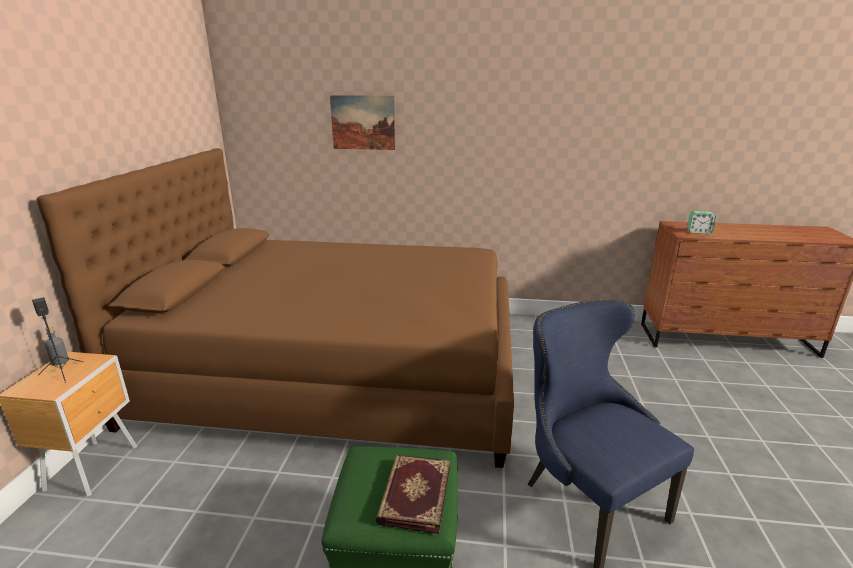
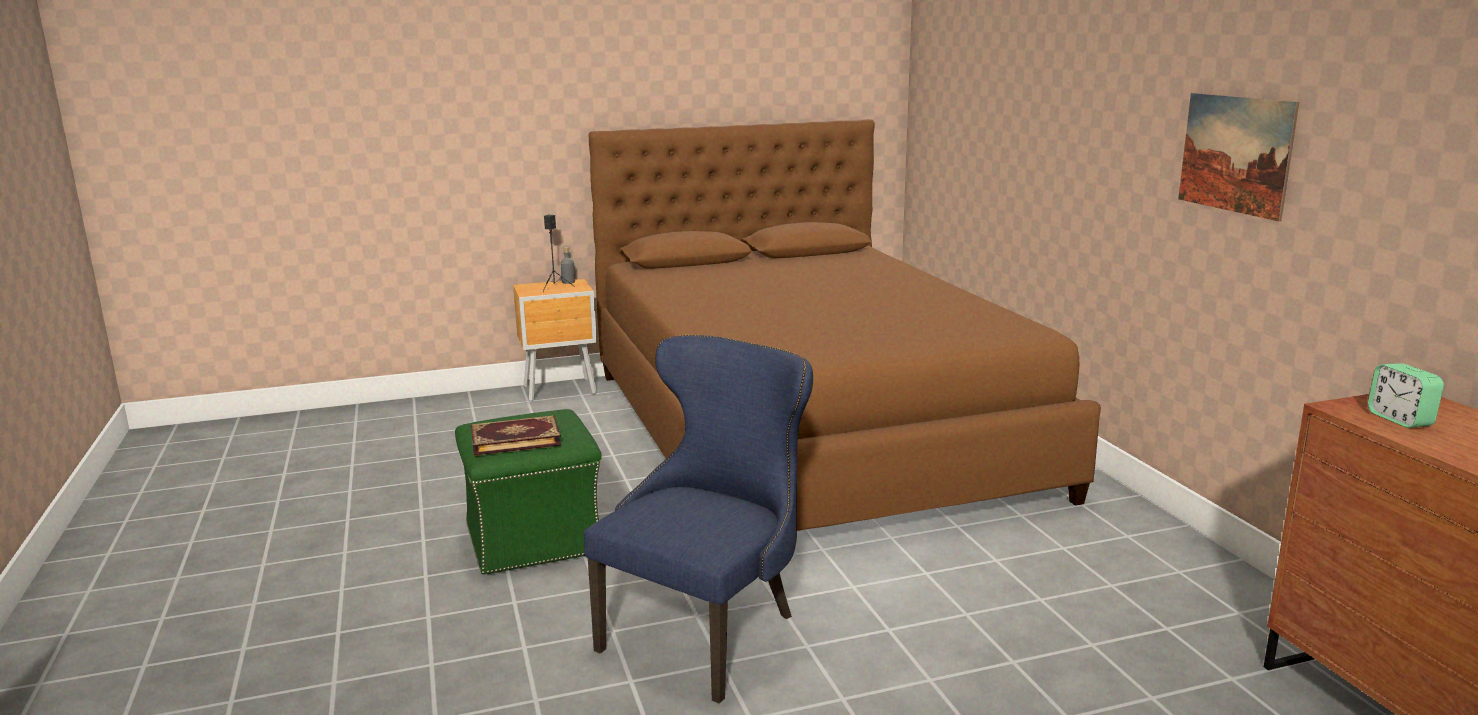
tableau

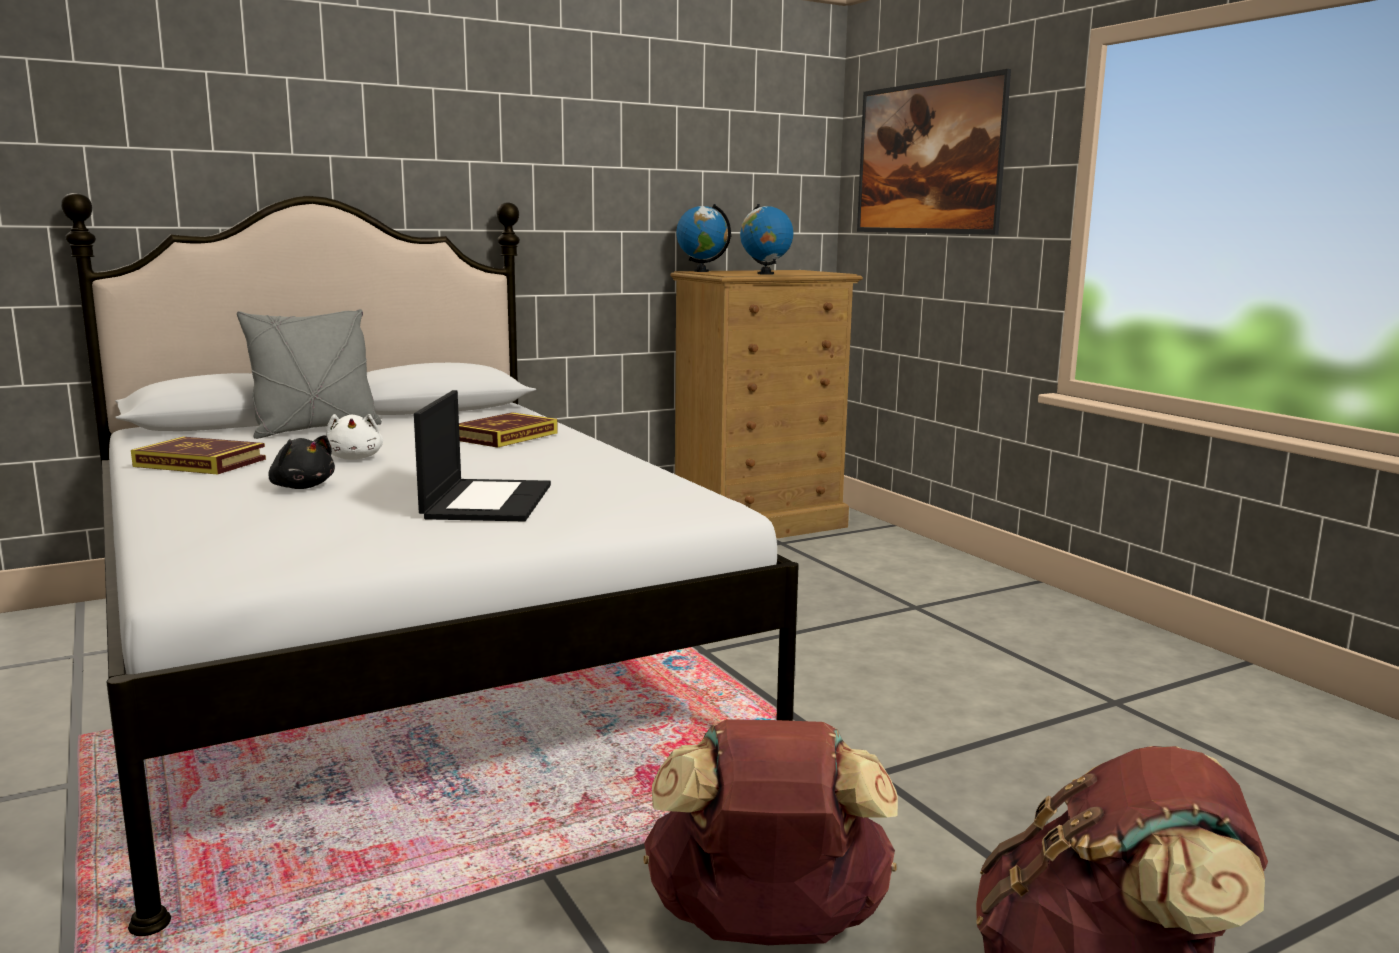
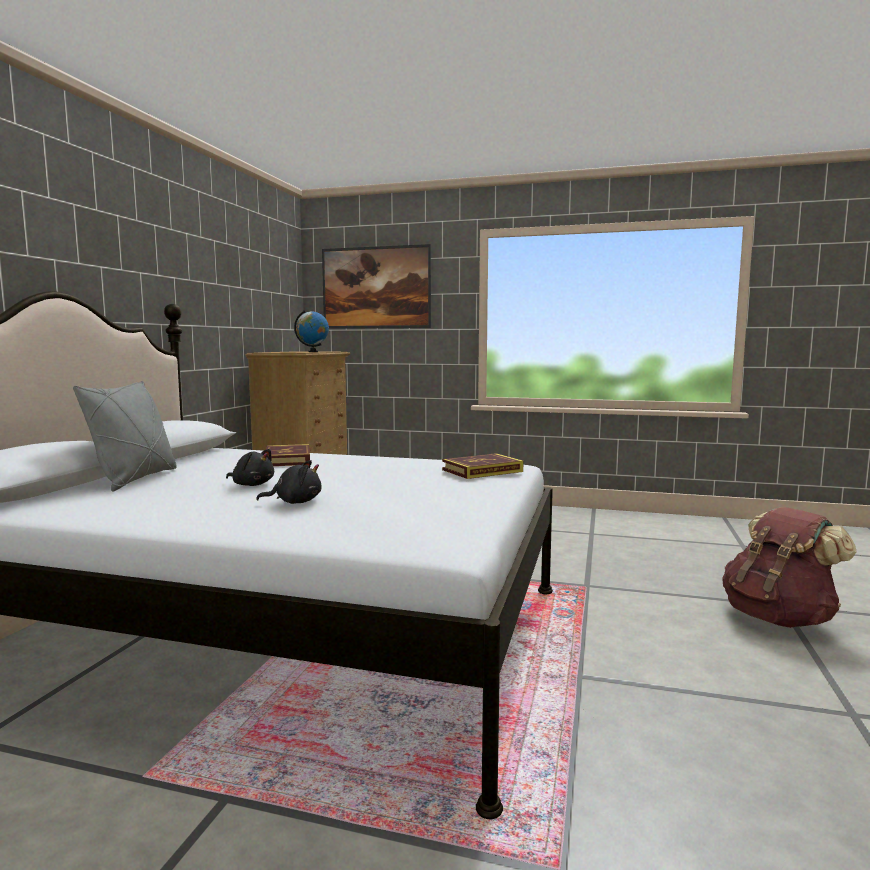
globe (no. 1 from left in the first image)
ordinateur portable
peluche (noir) (no. 1 from left)
livre (no. 2 from left)
sac à dos (marron) (no. 1 from left in the first image)

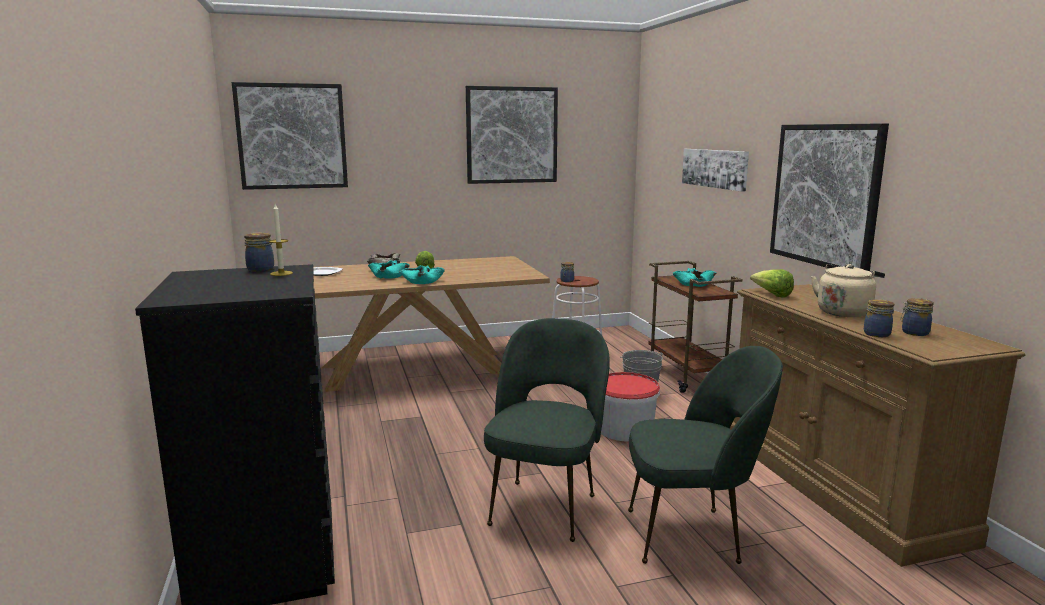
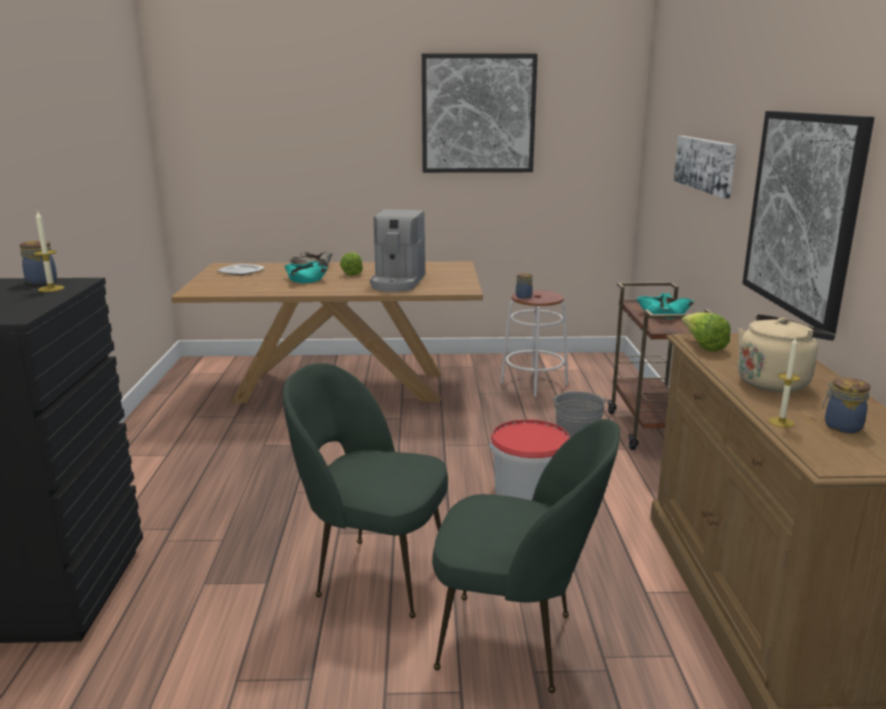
tableau (no. 1 from left in the first image)
bol (turquoise) (no. 2 from left in the first image)
bougie (no. 2 from left)
chaise (vert) (no. 1 from left)
machine à café

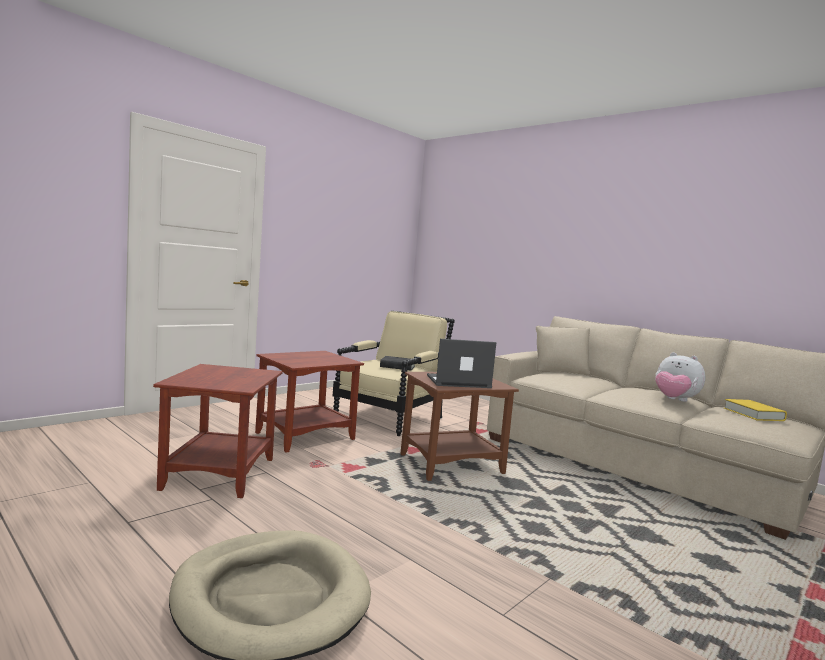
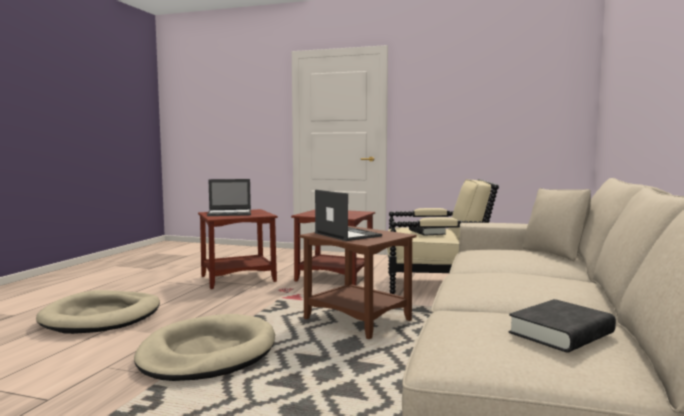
peluche
livre (noir) (no. 2 from left)
ordinateur portable (no. 1 from left)
panier pour chien (beige) (no. 2 from left)

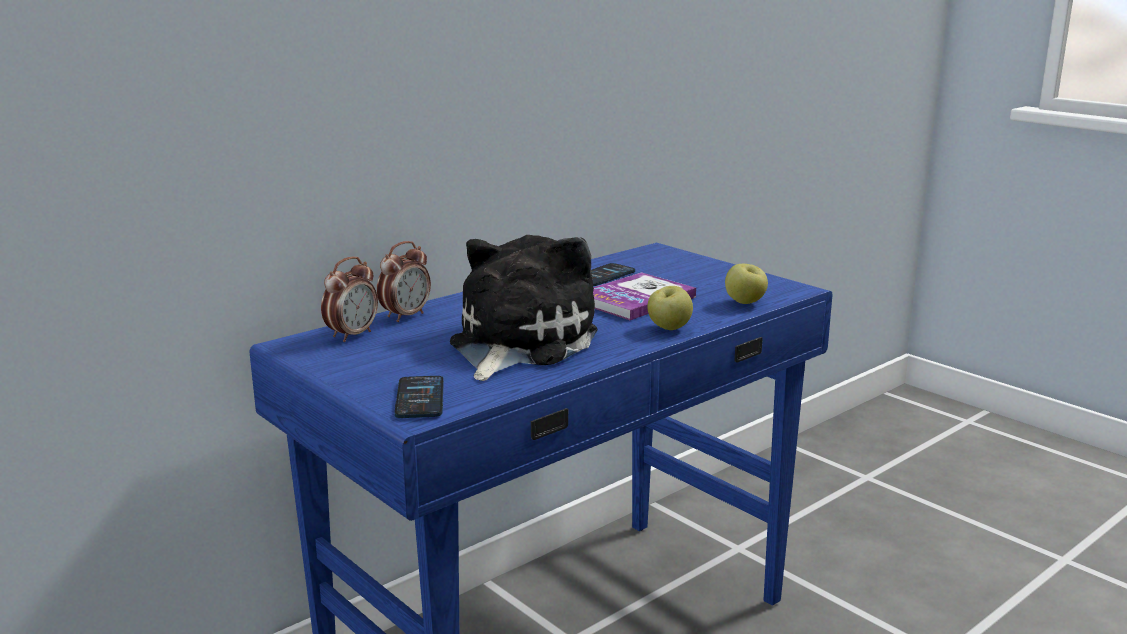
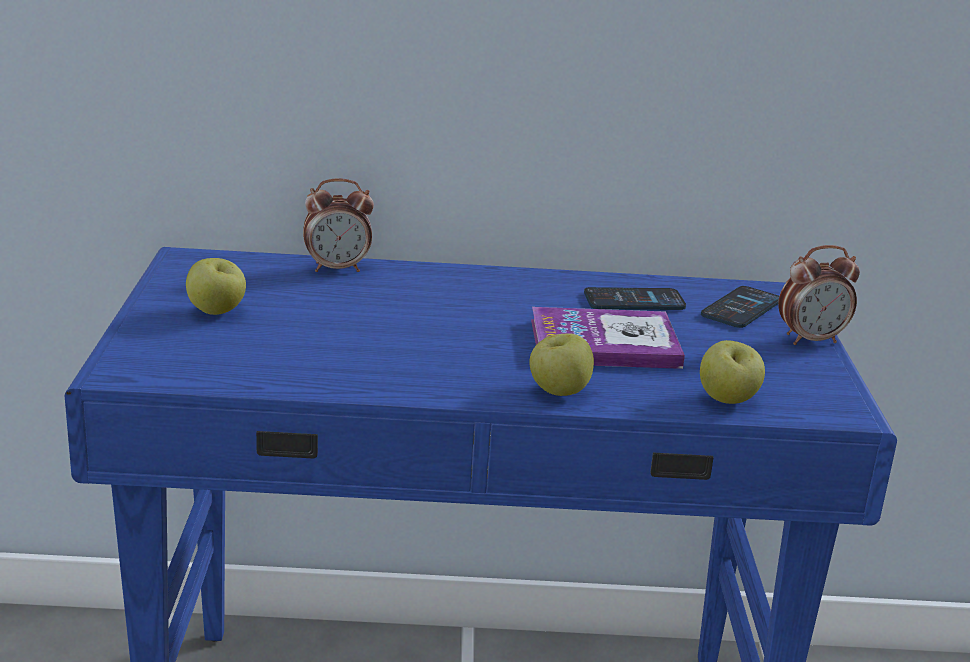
peluche
réveil (no. 2 from left)
téléphone (no. 2 from left)
pomme (no. 1 from left)

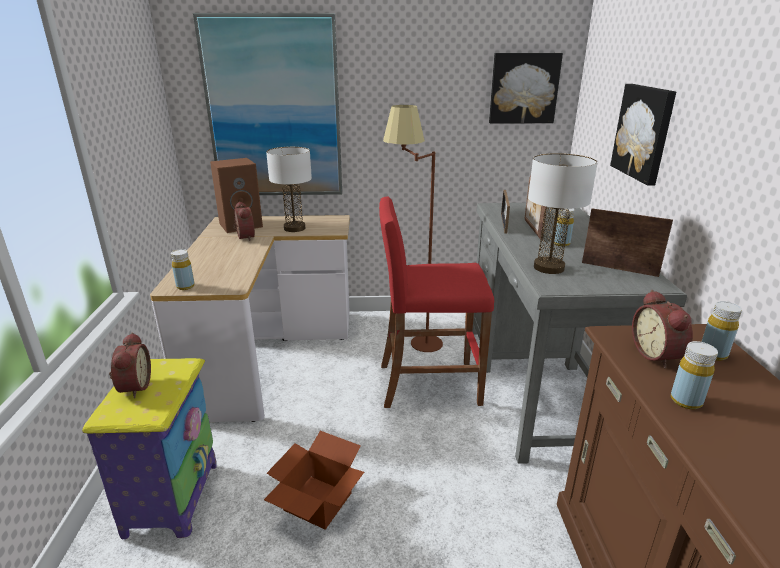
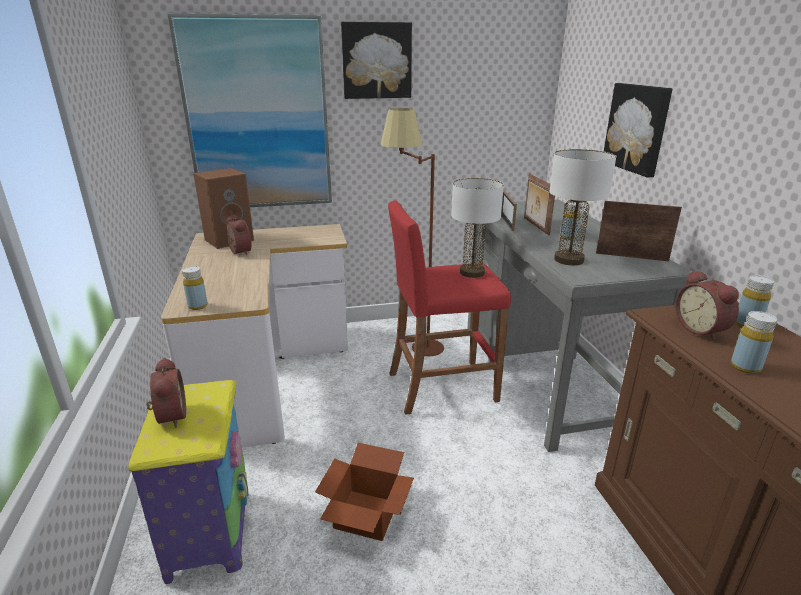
tableau (no. 2 from left)
lampe de table (no. 1 from left)

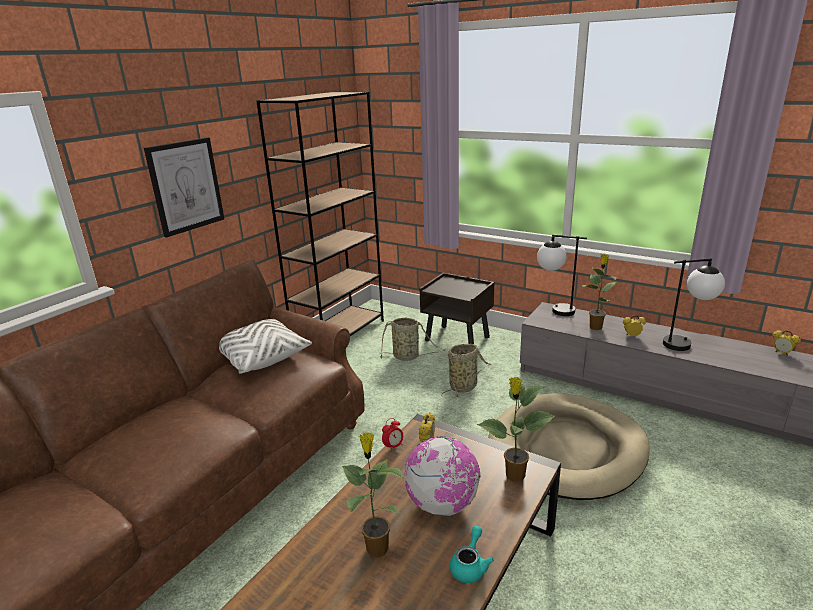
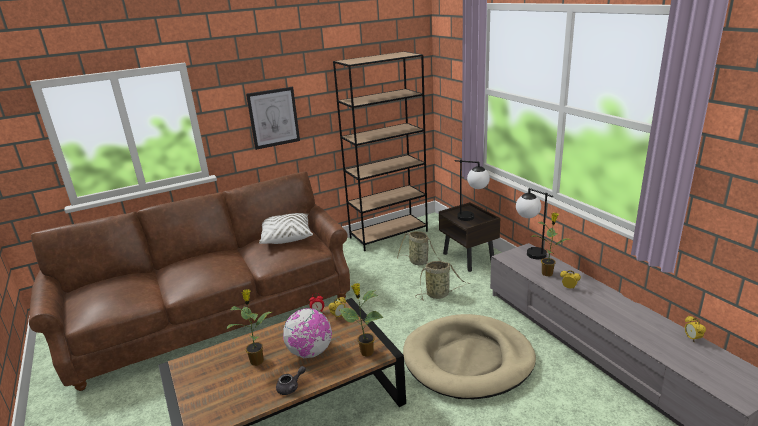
lampe de table (no. 1 from left)
théière (gris)

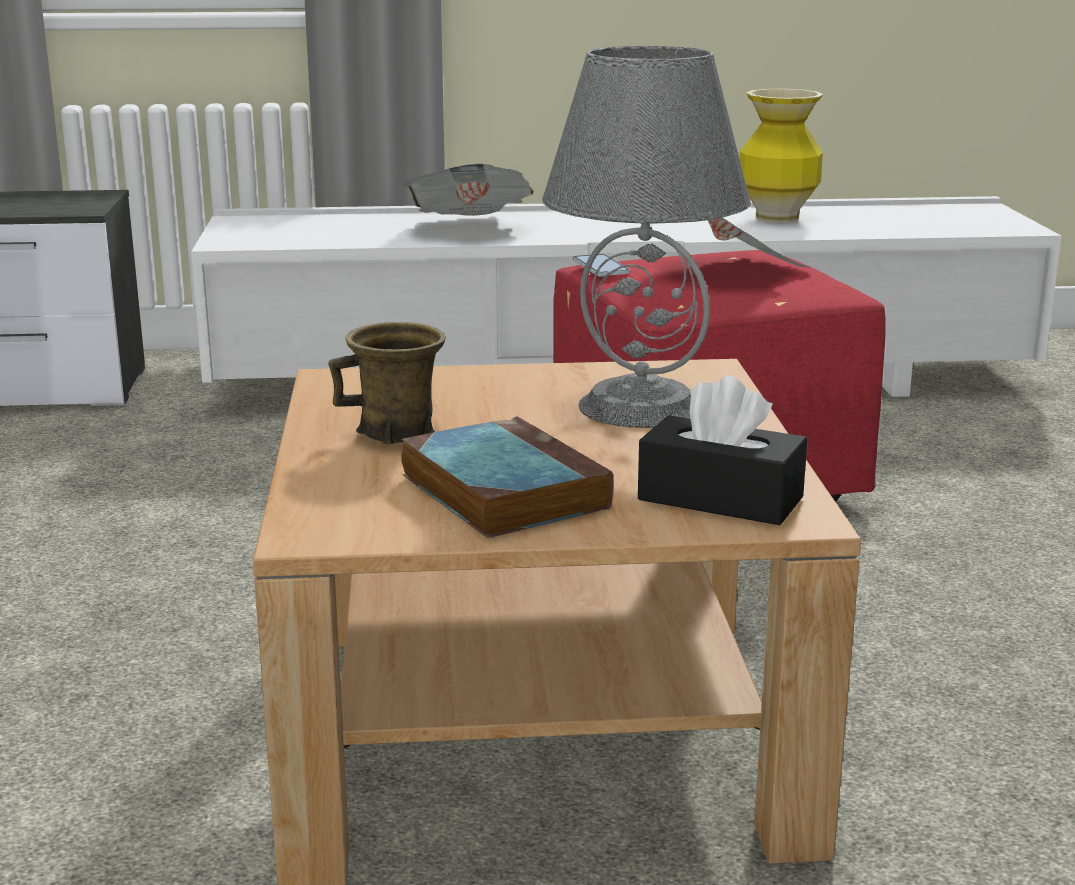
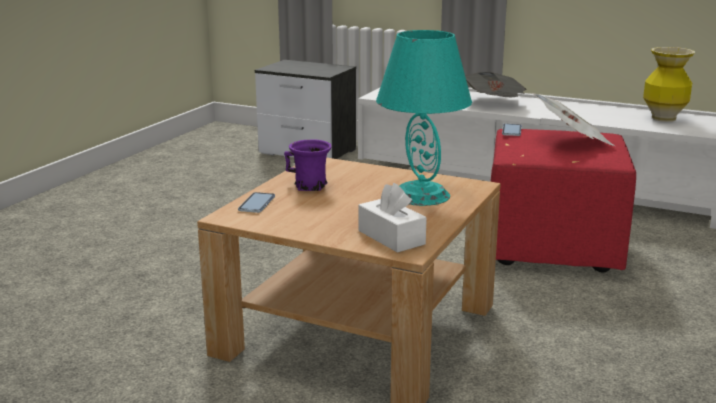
lampe de table (turquoise)
mug (violet)
boîte à mouchoirs (blanc)
livre
téléphone (no. 1 from left)

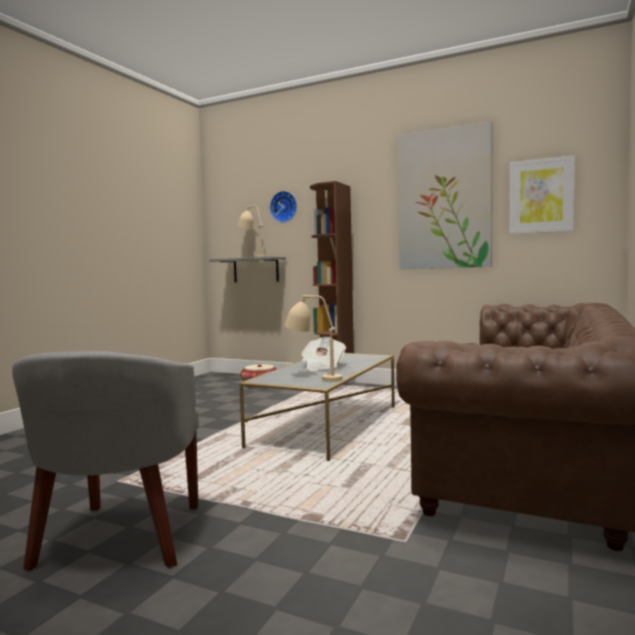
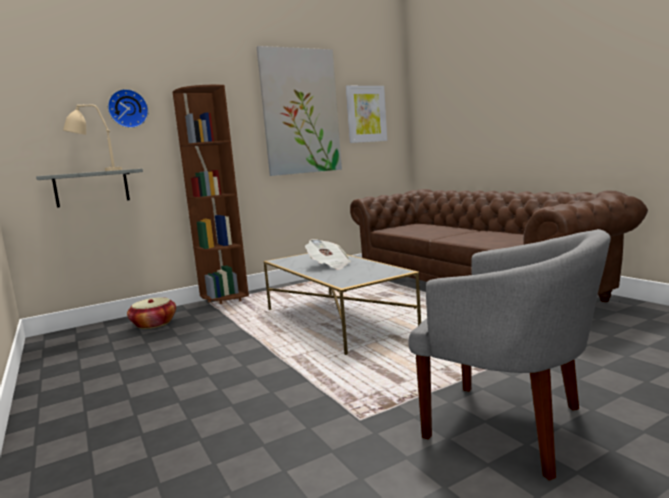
lampe de table (beige) (no. 2 from left in the first image)

